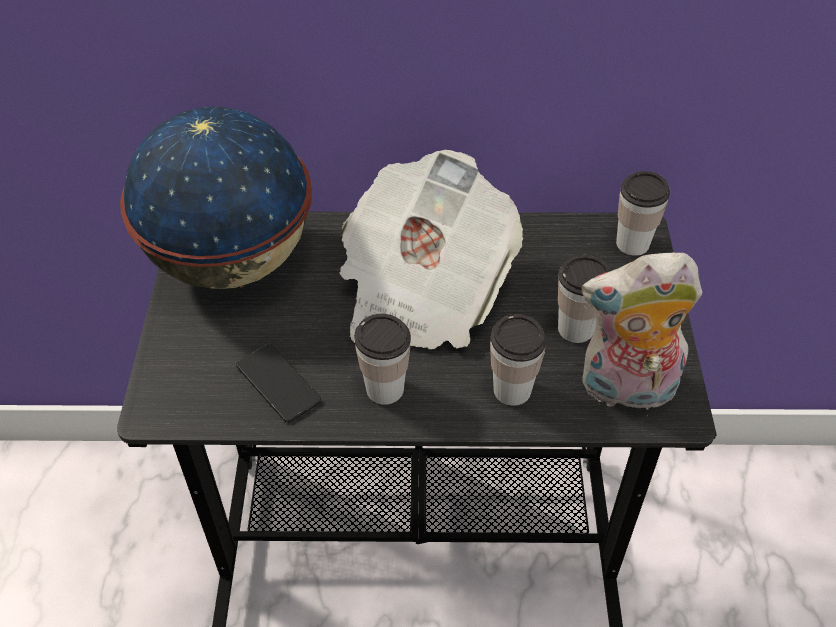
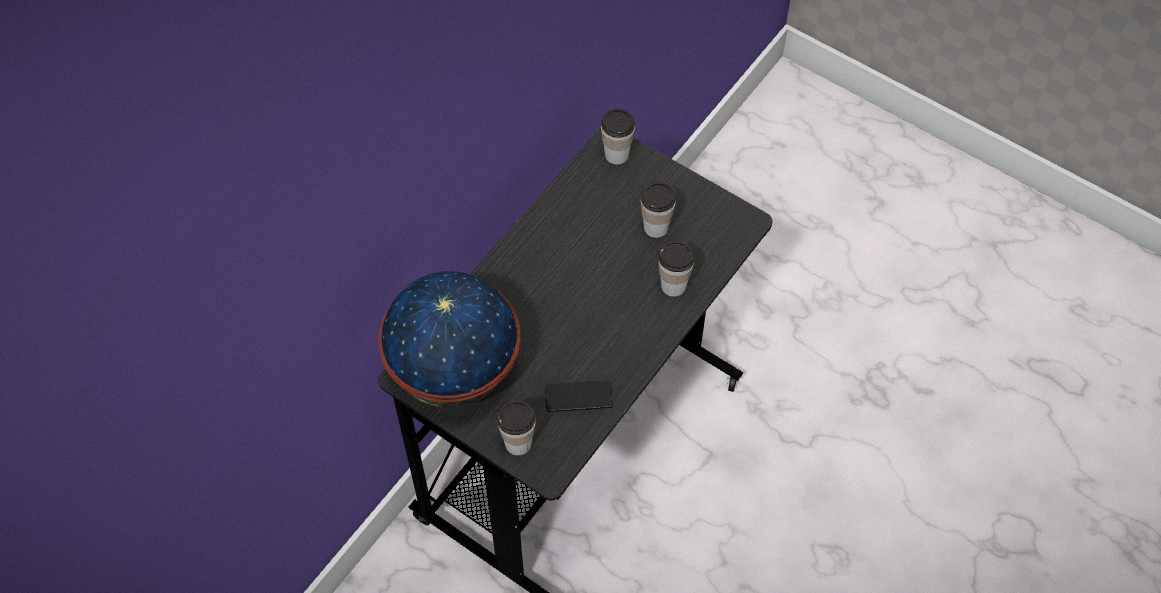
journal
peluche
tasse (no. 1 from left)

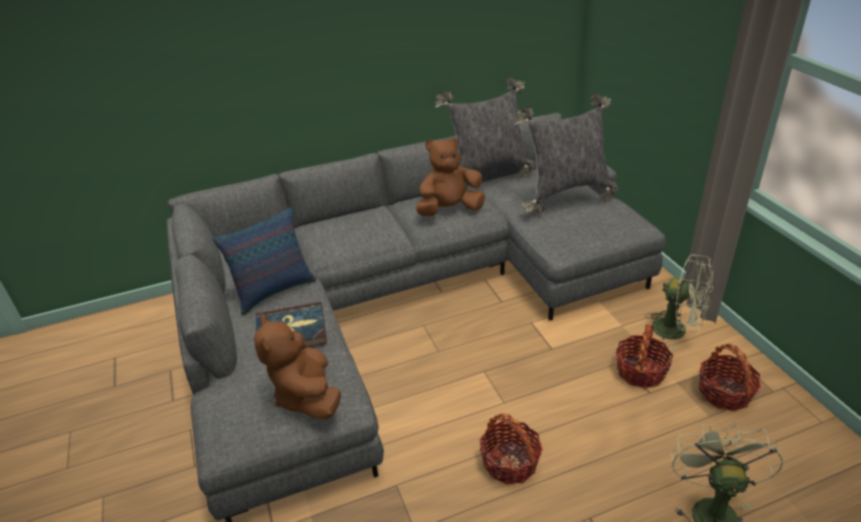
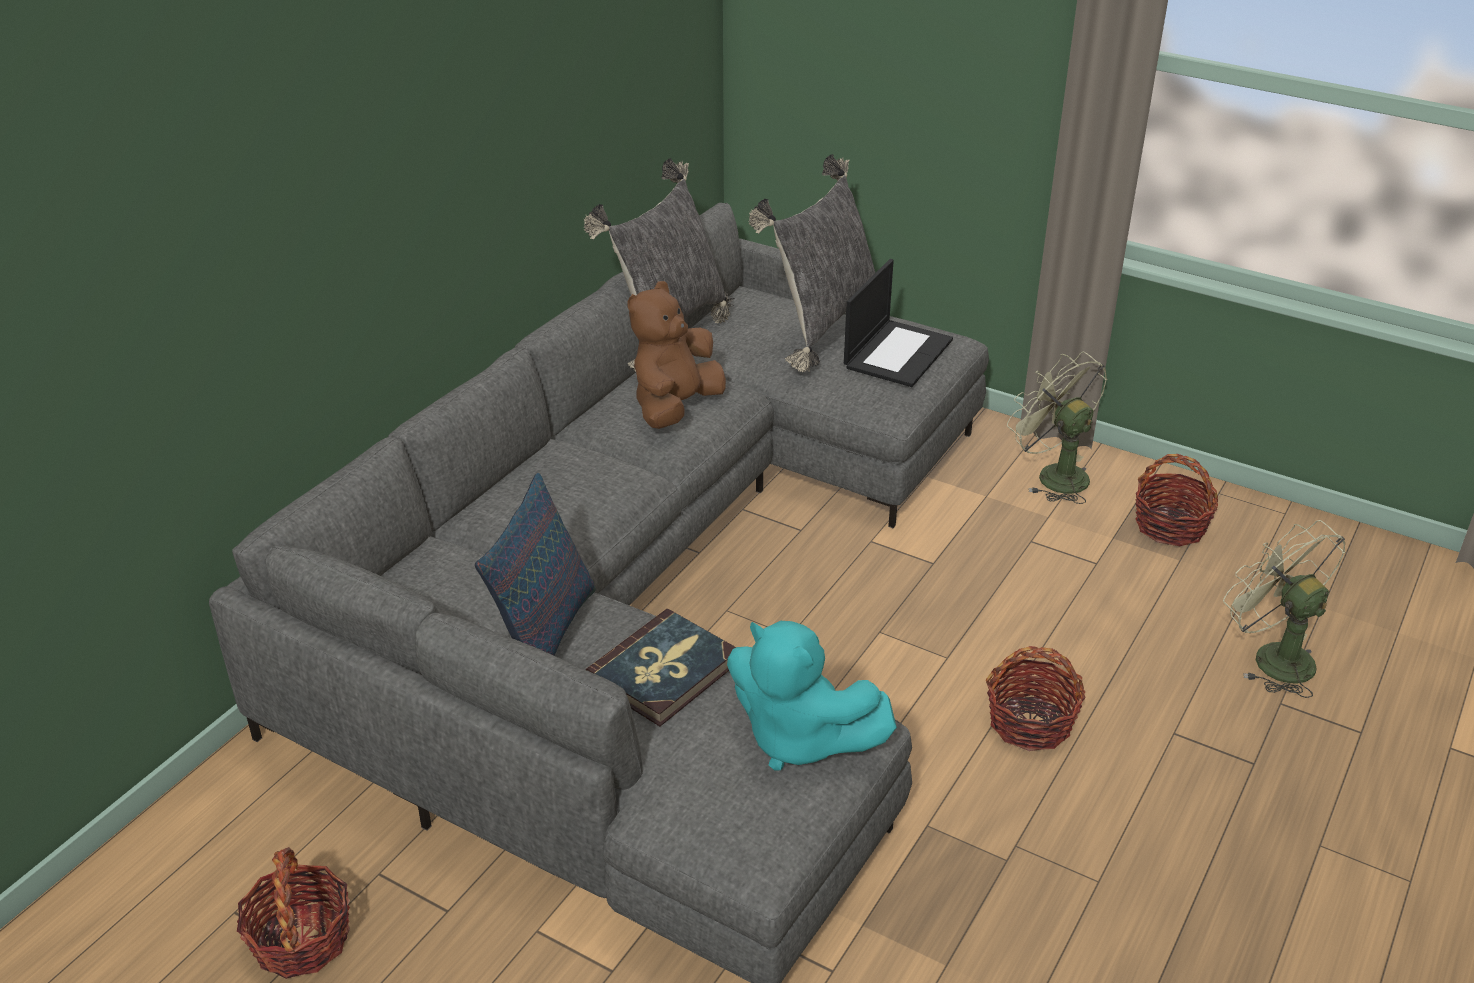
ventilateur (vert) (no. 1 from left)
peluche (turquoise)
panier (no. 1 from left)
ordinateur portable

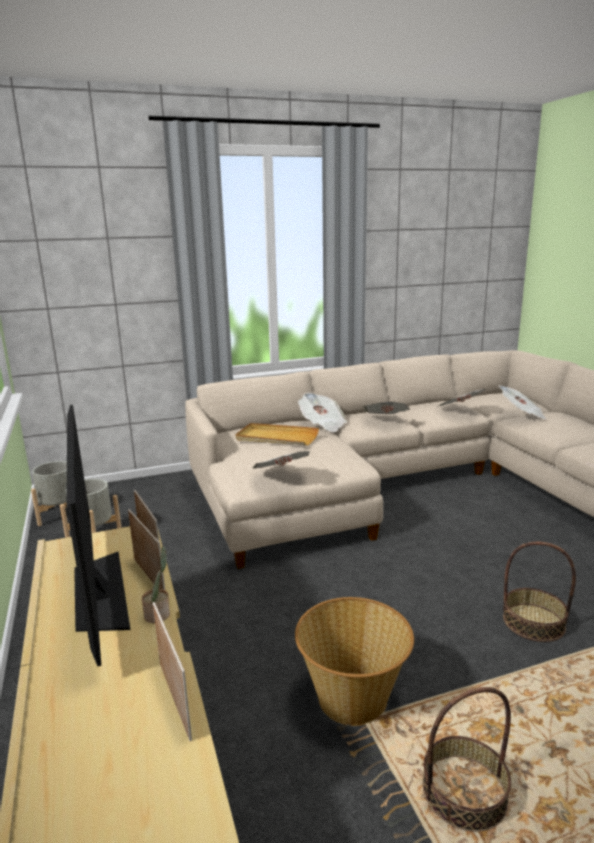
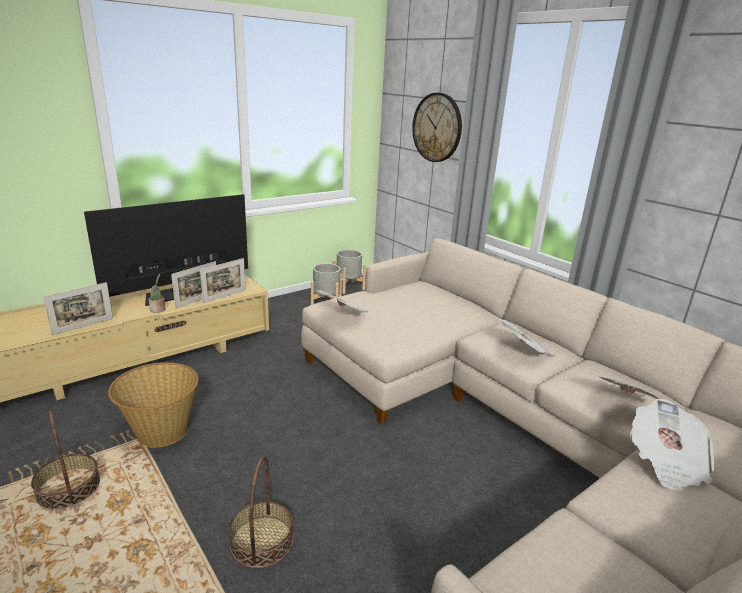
journal (no. 2 from left in the first image)
plateau (beige)
horloge murale

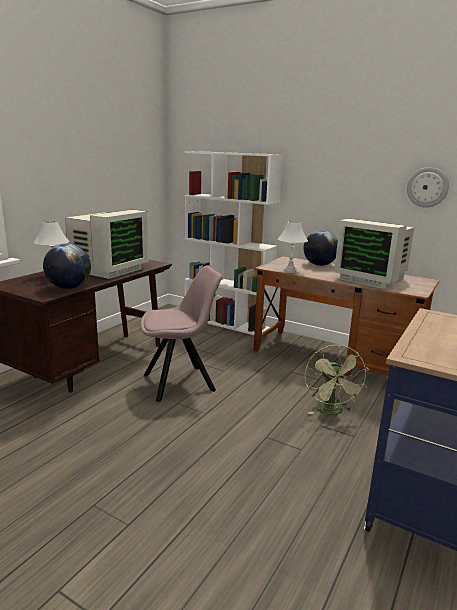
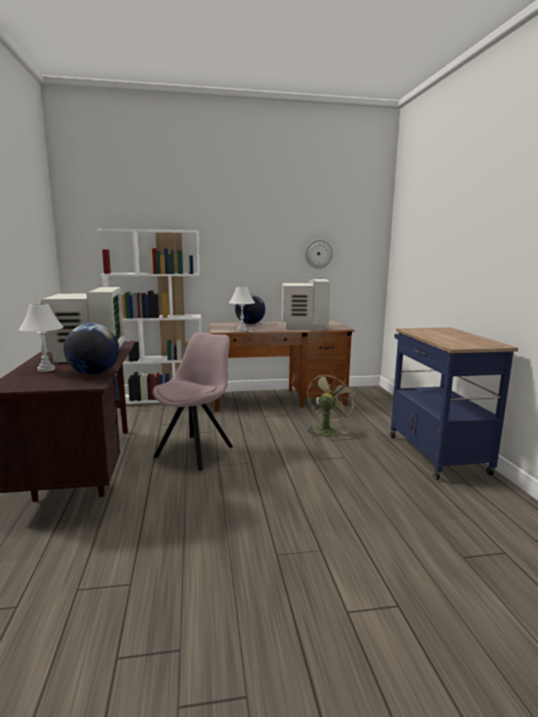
écran d'ordinateur (no. 2 from left)
ventilateur (vert)

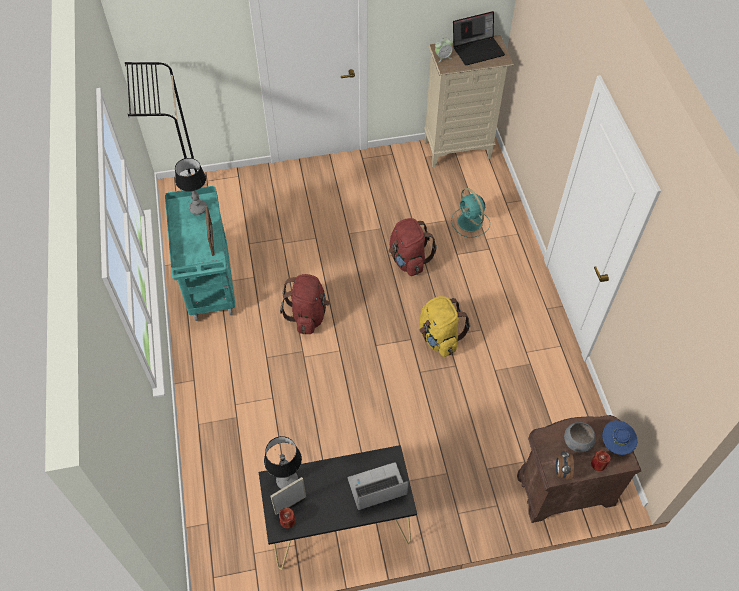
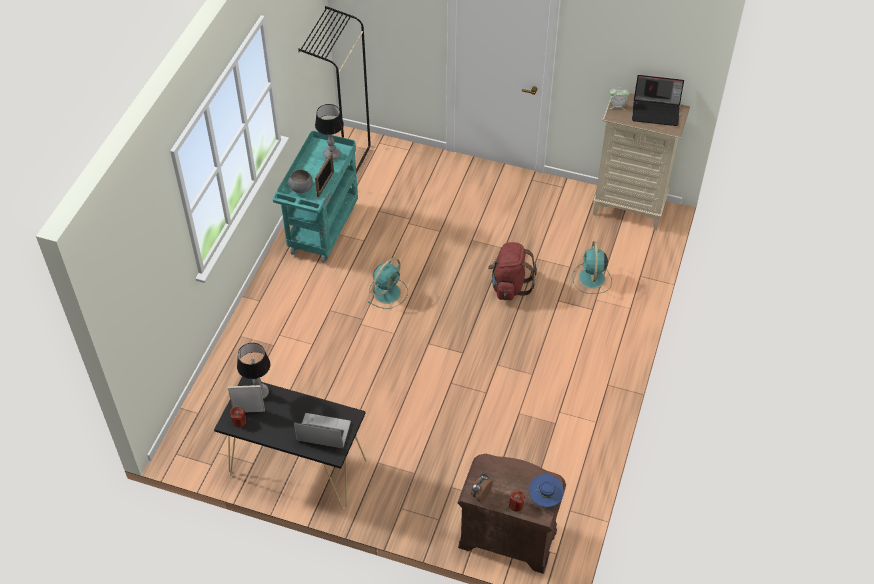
ventilateur (turquoise) (no. 1 from left)
sac à dos (jaune)
bol (gris)

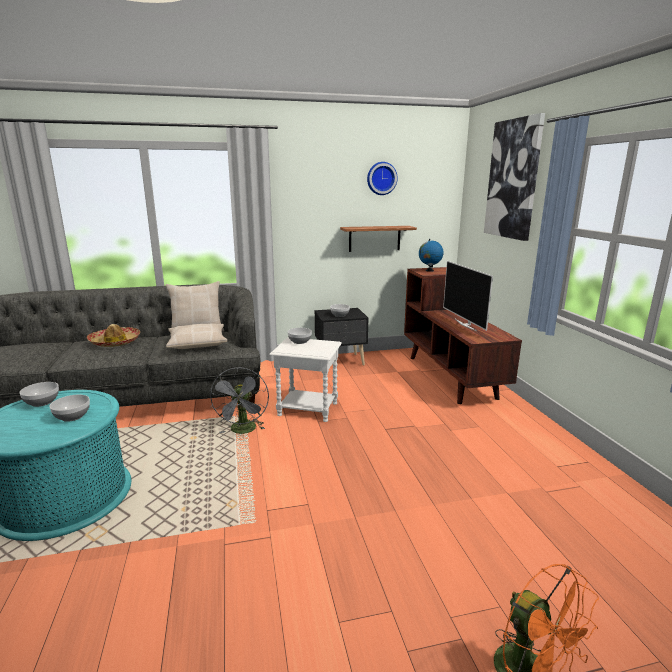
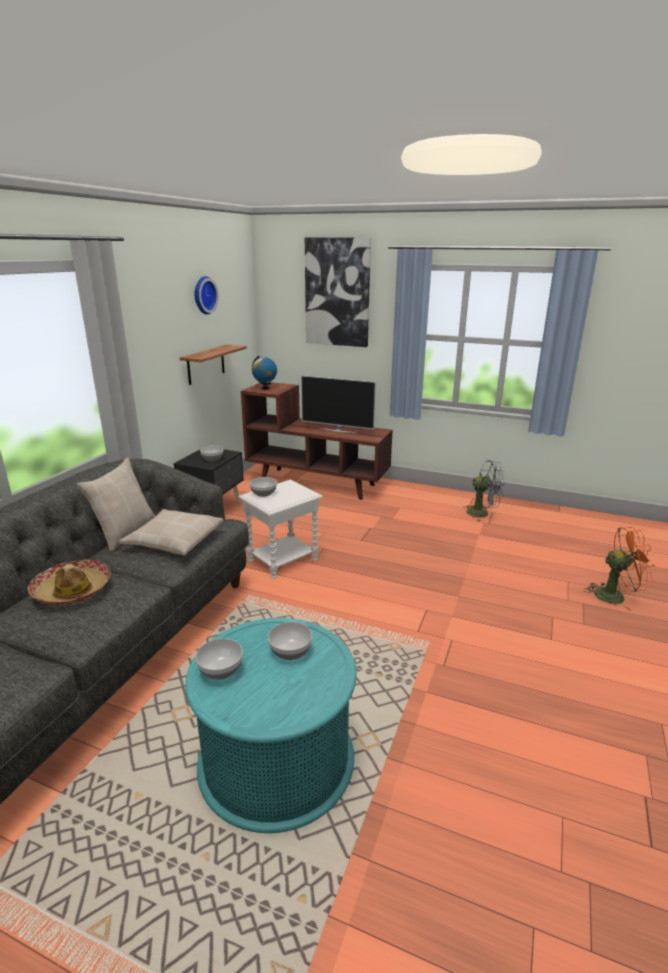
ventilateur (gris)

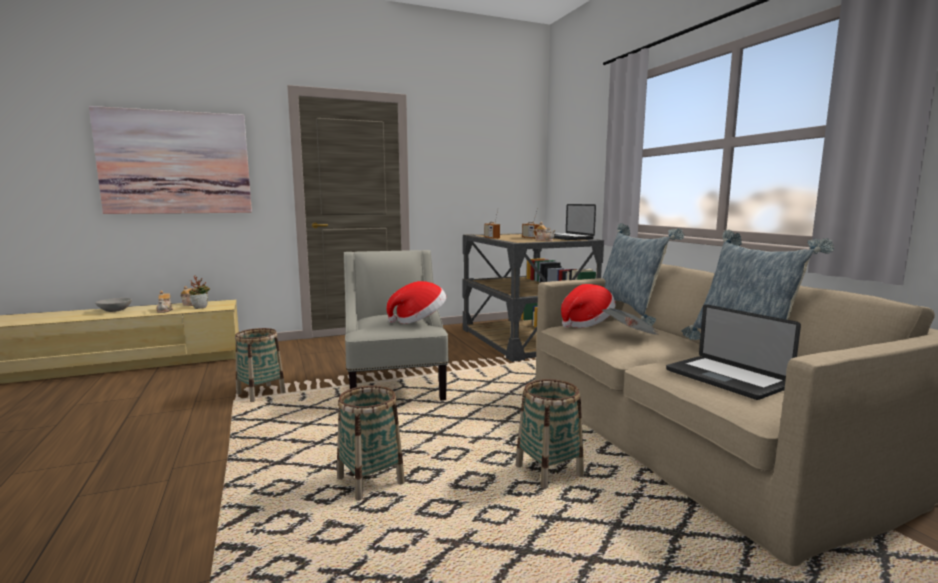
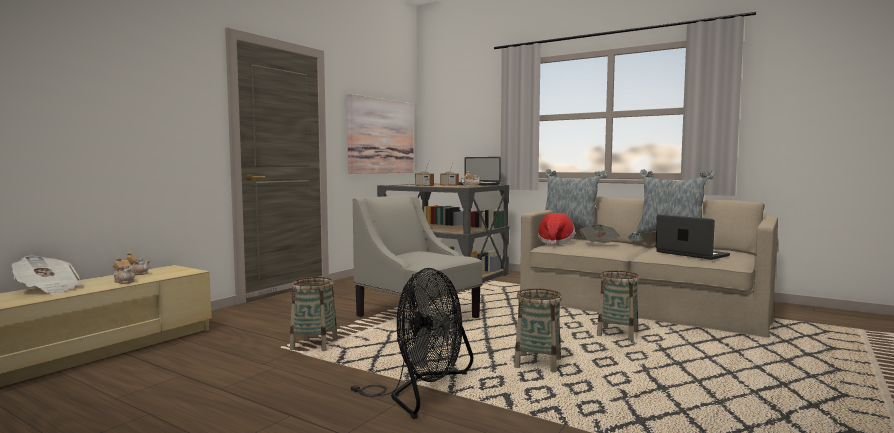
tableau
plante en pot
chapeau (no. 1 from left in the first image)
journal (no. 1 from left)
ordinateur portable (no. 2 from left)
ventilateur (noir)

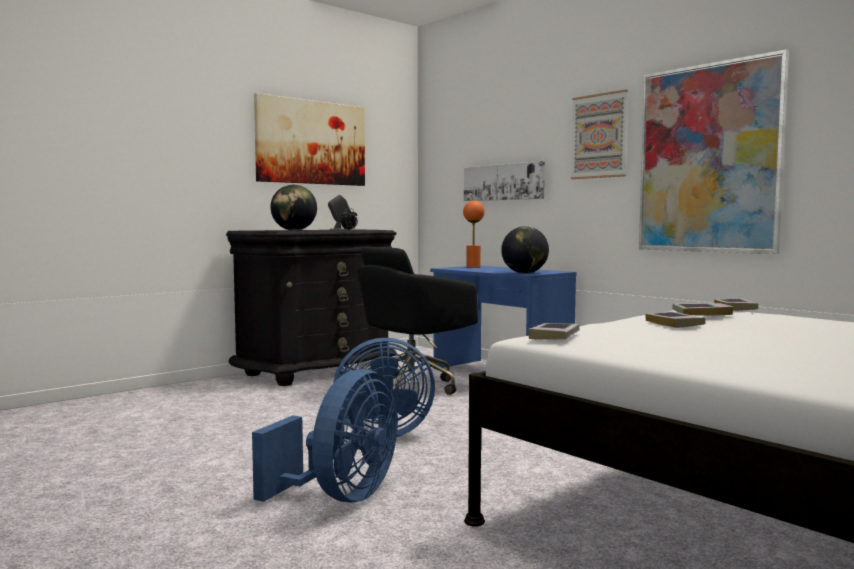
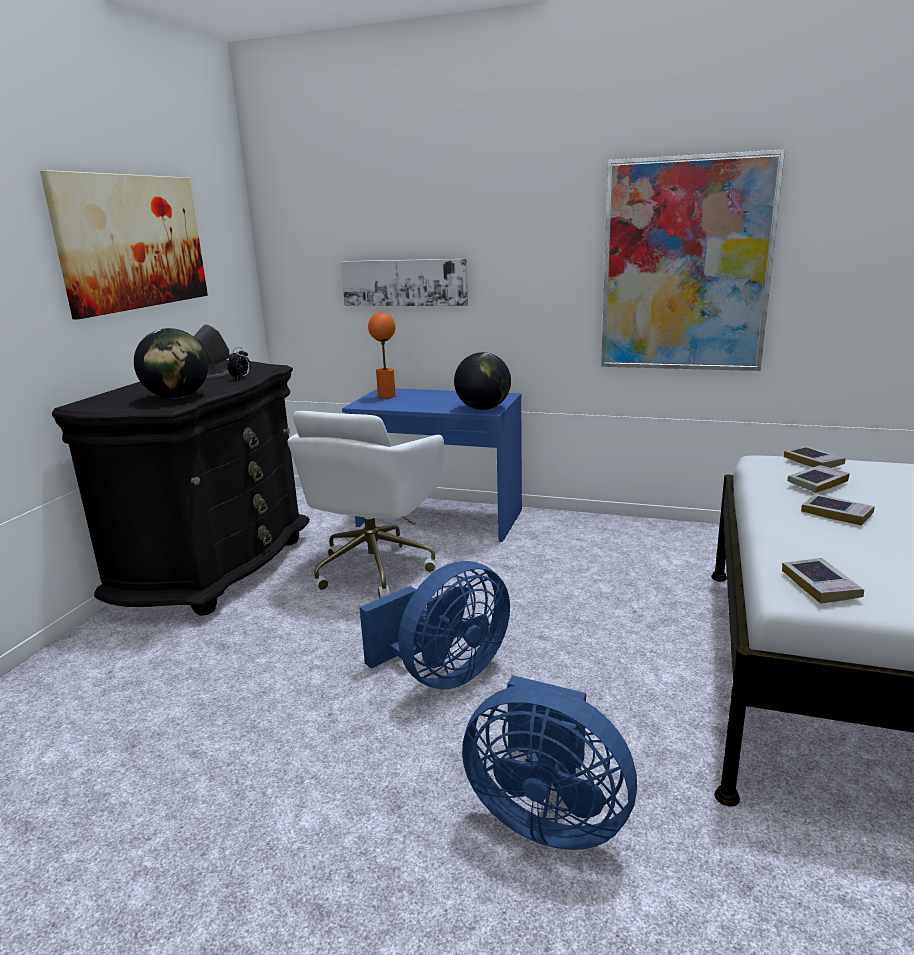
tableau (no. 3 from left in the first image)
chaise de bureau (blanc)
ventilateur (bleu) (no. 2 from left)

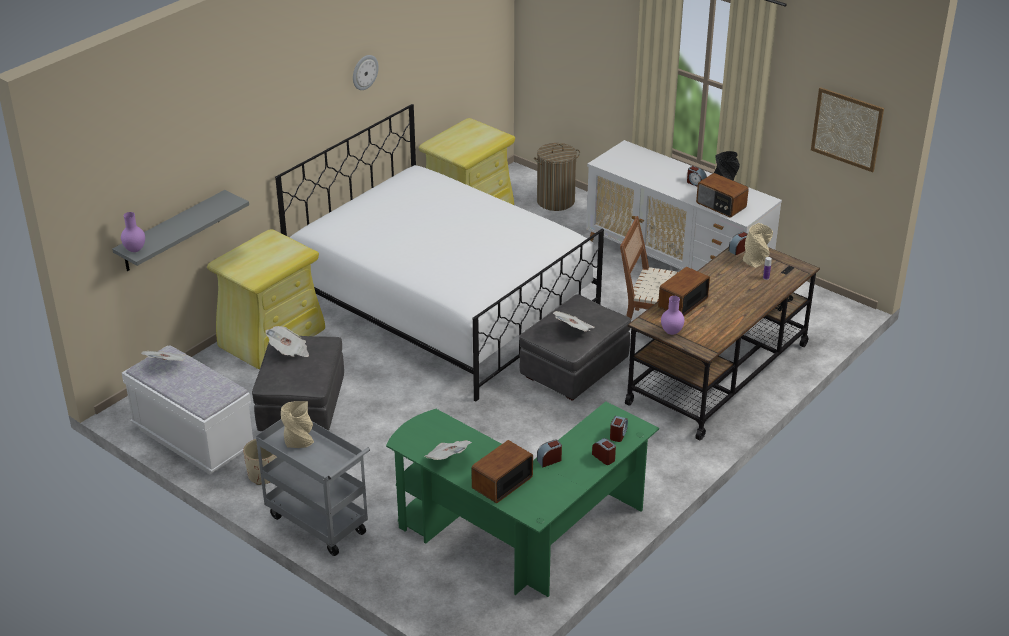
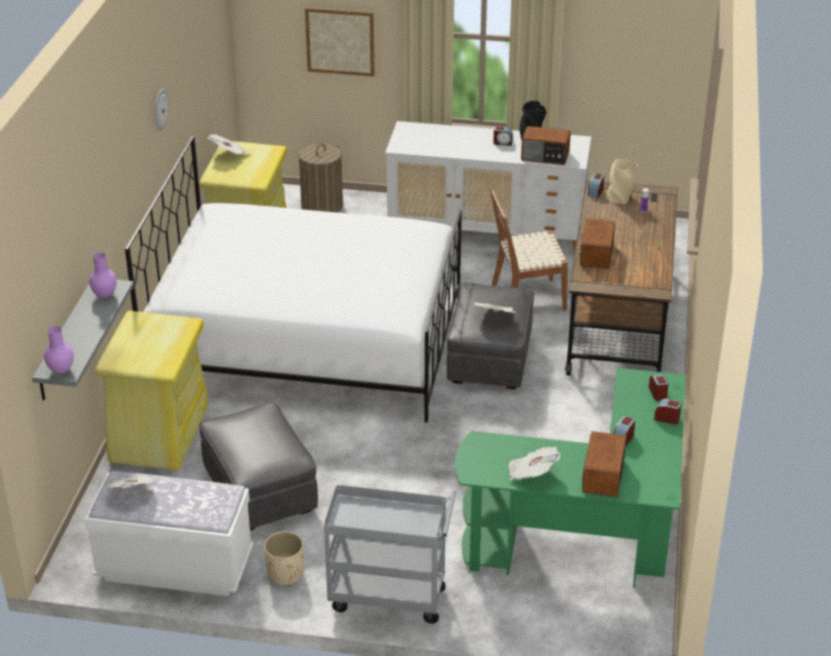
tableau
vase (violet) (no. 2 from left)
journal (no. 2 from left)
vase (beige) (no. 1 from left in the first image)

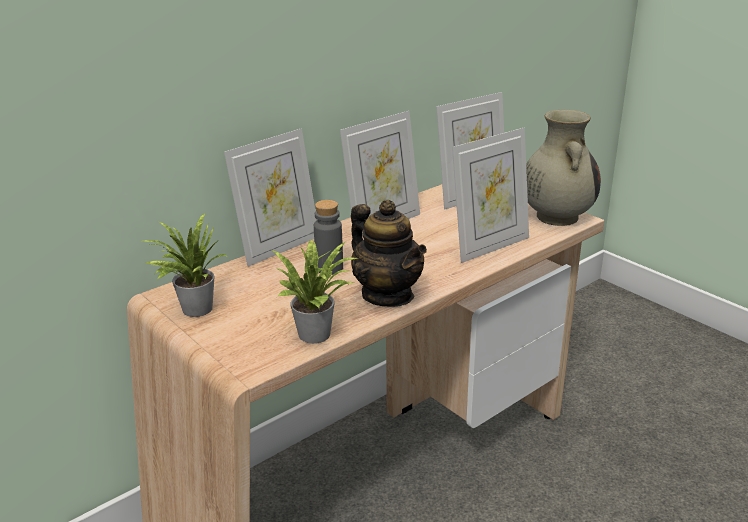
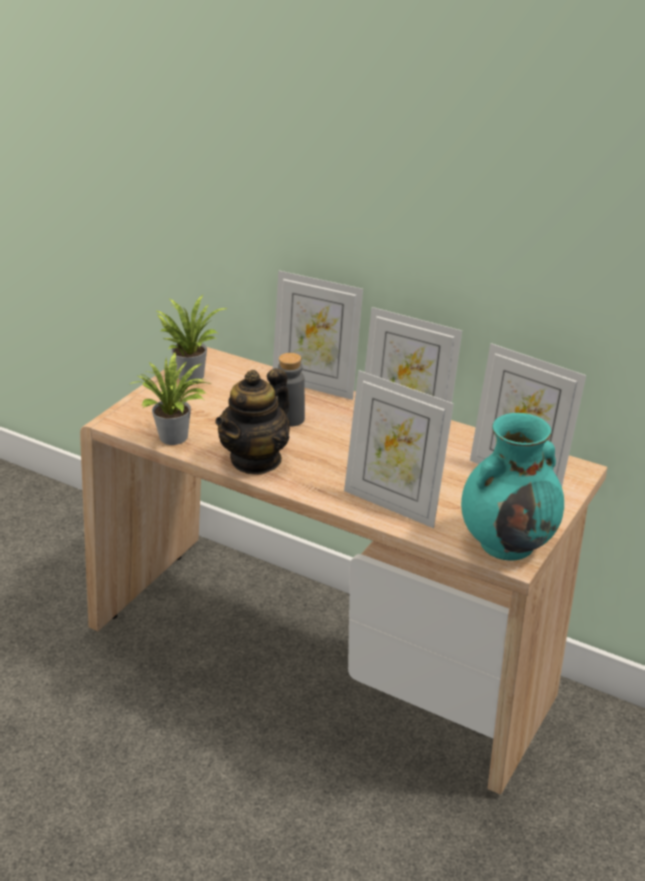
vase (turquoise)

